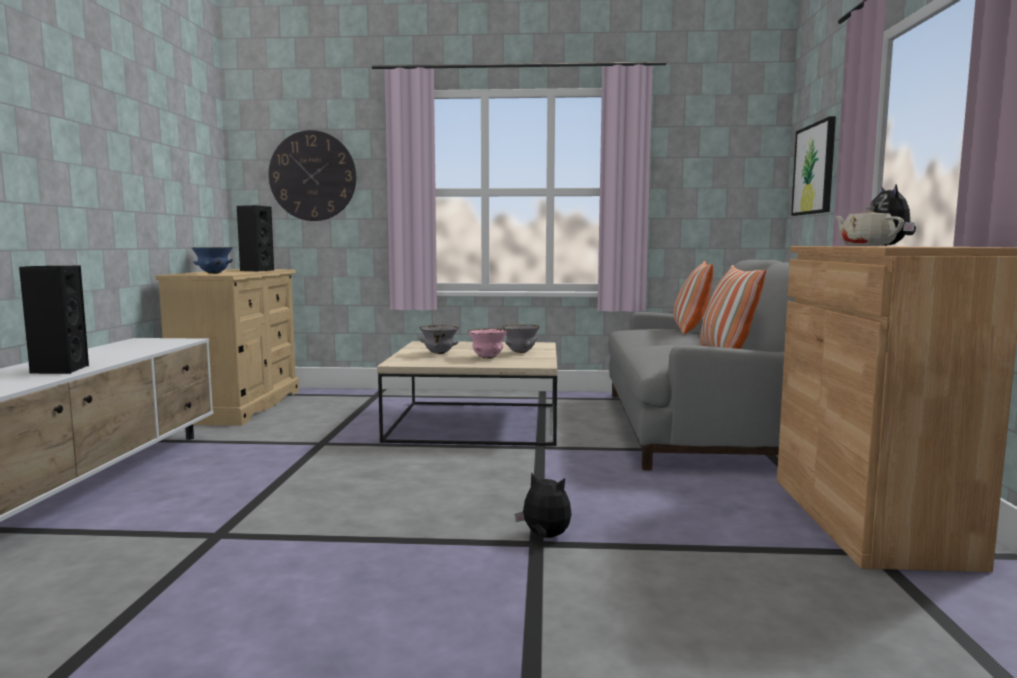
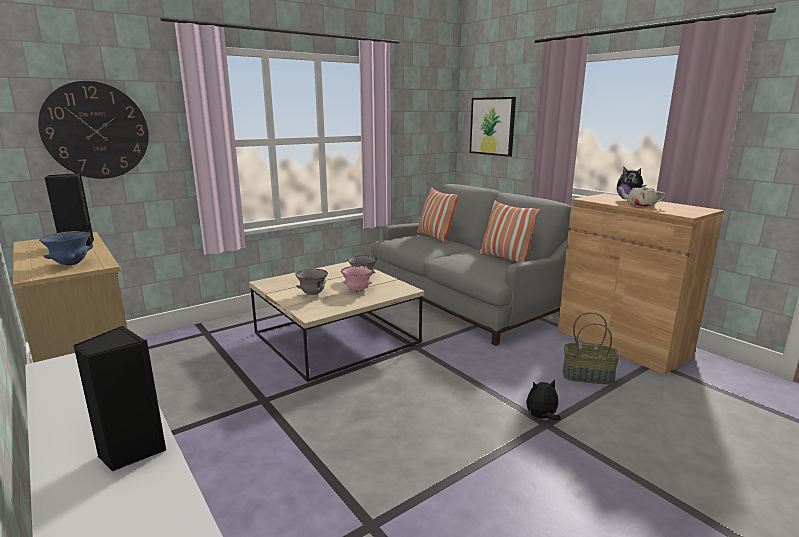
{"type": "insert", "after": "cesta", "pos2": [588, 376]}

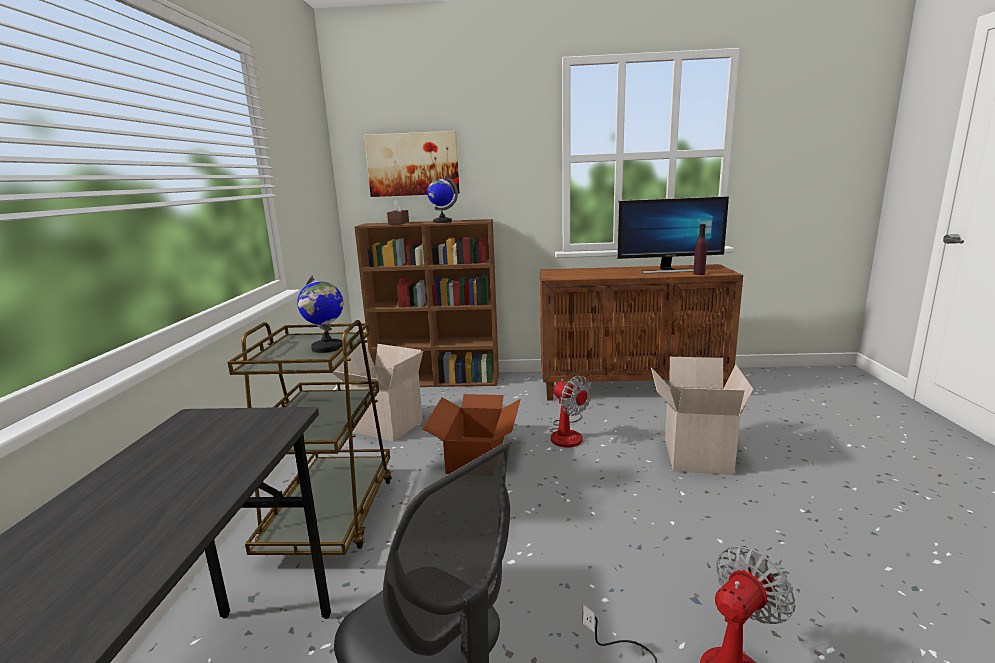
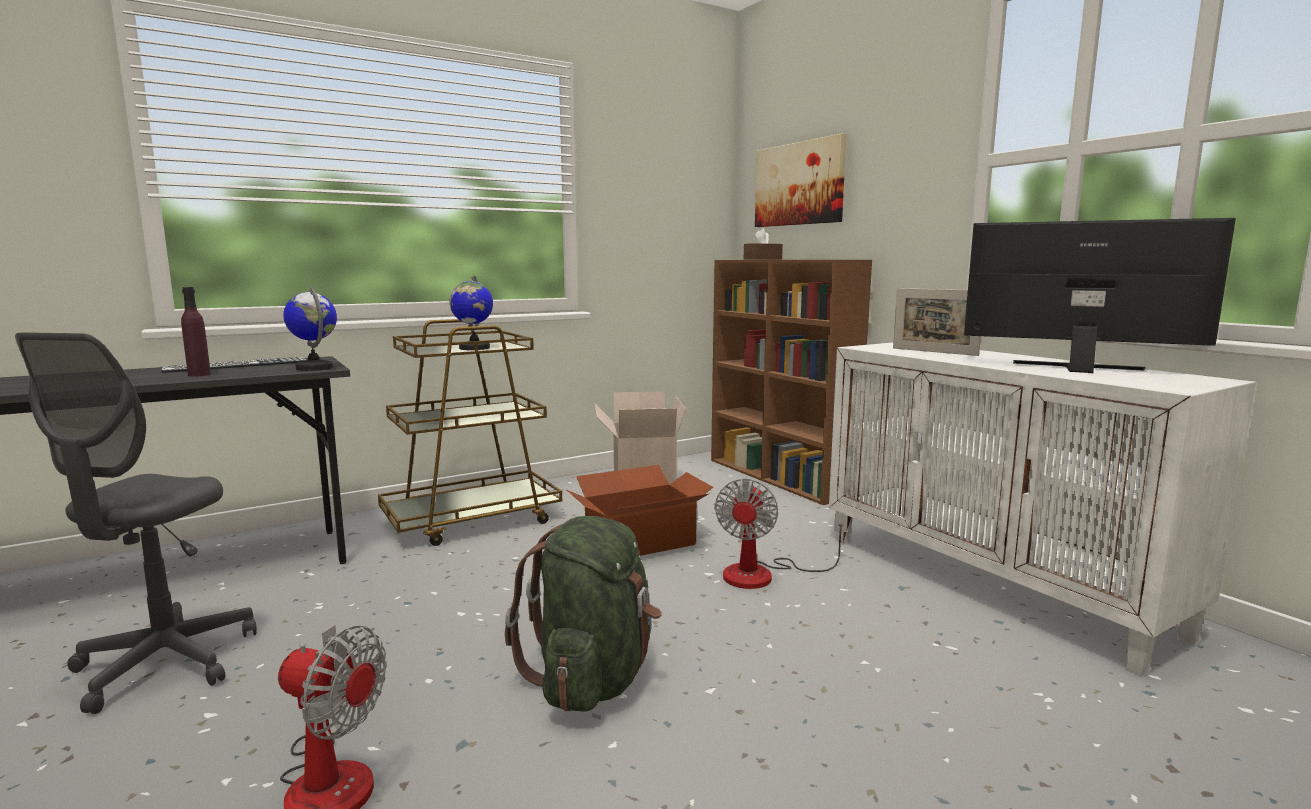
{"type": "move", "before": "globo terráqueo", "pos1": [442, 222], "pos2": [315, 368]}
{"type": "recolor", "before": "armario [marrón]", "after": "armario [blanco]", "pos1": [631, 388], "pos2": [992, 583]}
{"type": "rotate", "before": "monitor", "pos1": [668, 270], "pos2": [1078, 369], "turn": 150}
{"type": "delete", "before": "caja de cartón", "pos1": [694, 455]}
{"type": "move", "before": "botella [morado]", "pos1": [699, 274], "pos2": [199, 375]}
{"type": "insert", "after": "teclado", "pos2": [236, 365]}
{"type": "insert", "after": "mochila [verde]", "pos2": [593, 678]}
{"type": "insert", "after": "portarretratos", "pos2": [934, 352]}

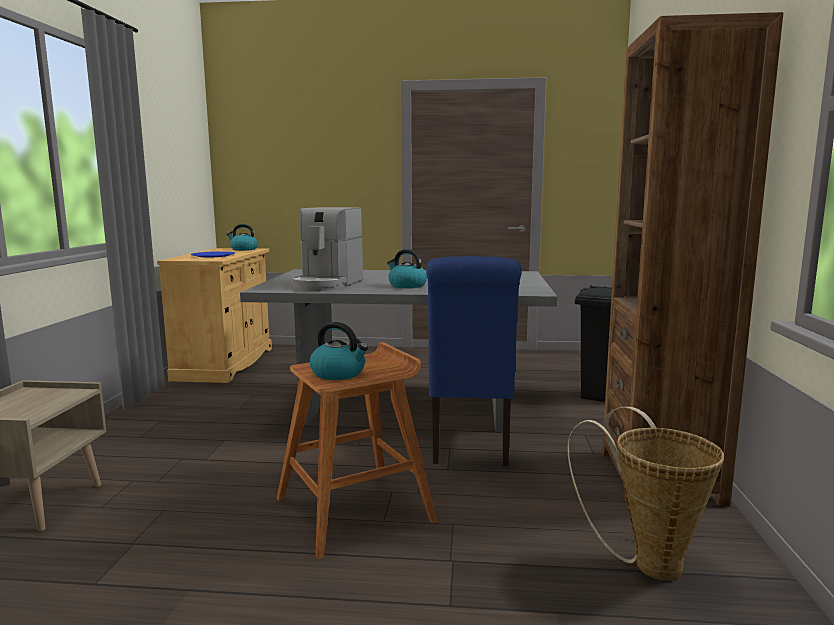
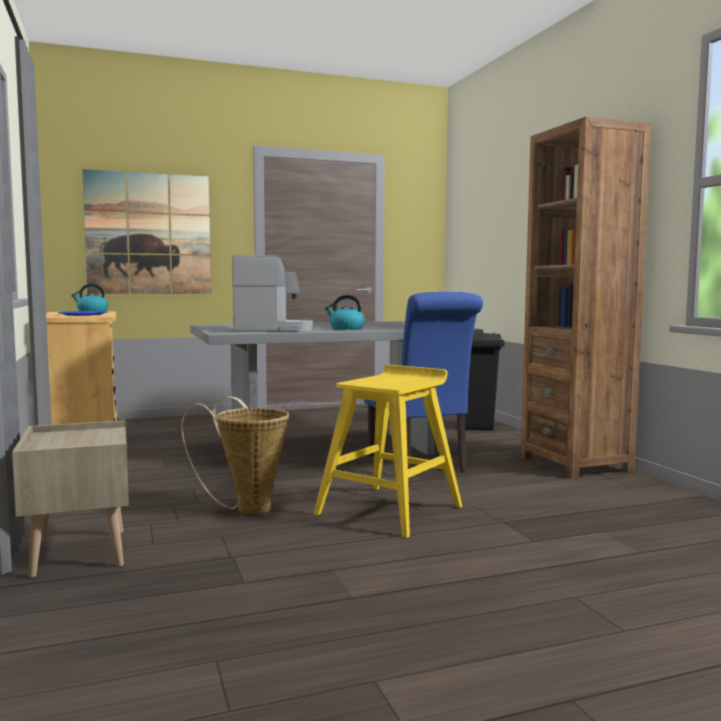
{"type": "recolor", "before": "taburete [marrón]", "after": "taburete [amarillo]", "pos1": [356, 509], "pos2": [390, 509]}
{"type": "rotate", "before": "cafetera", "pos1": [327, 284], "pos2": [271, 329], "turn": -90}
{"type": "delete", "before": "hervidor", "pos1": [339, 373]}
{"type": "move", "before": "cesta", "pos1": [648, 562], "pos2": [247, 508]}
{"type": "insert", "after": "cuadro", "pos2": [149, 234]}

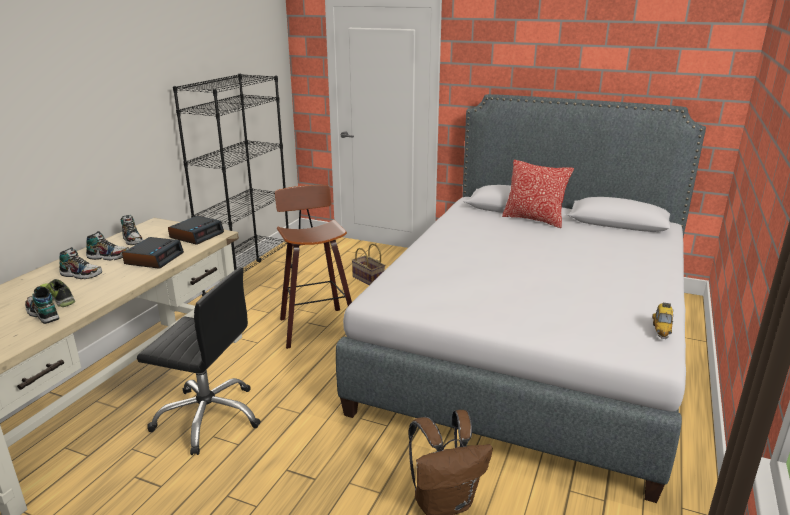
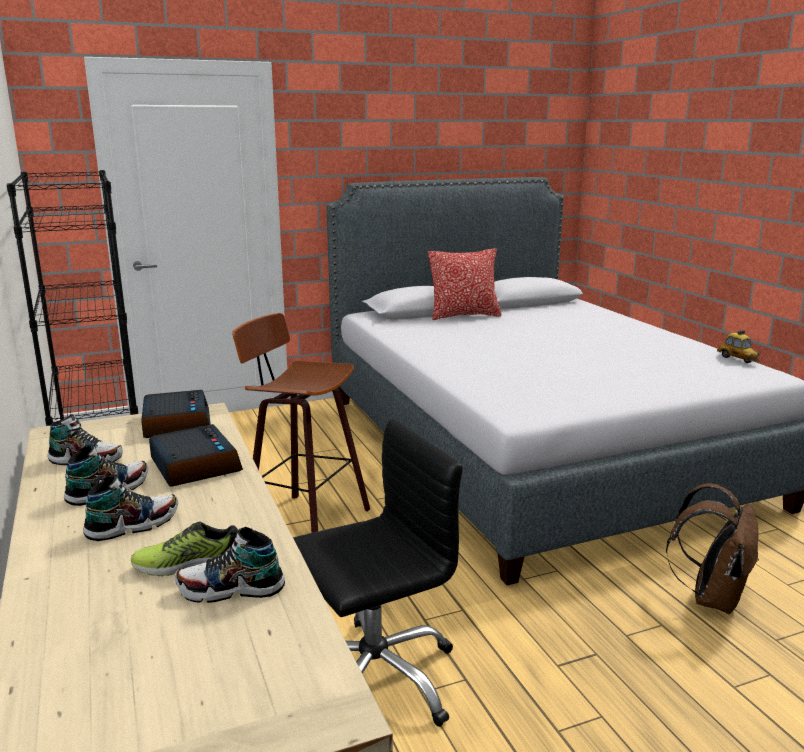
{"type": "delete", "before": "cesta", "pos1": [367, 279]}

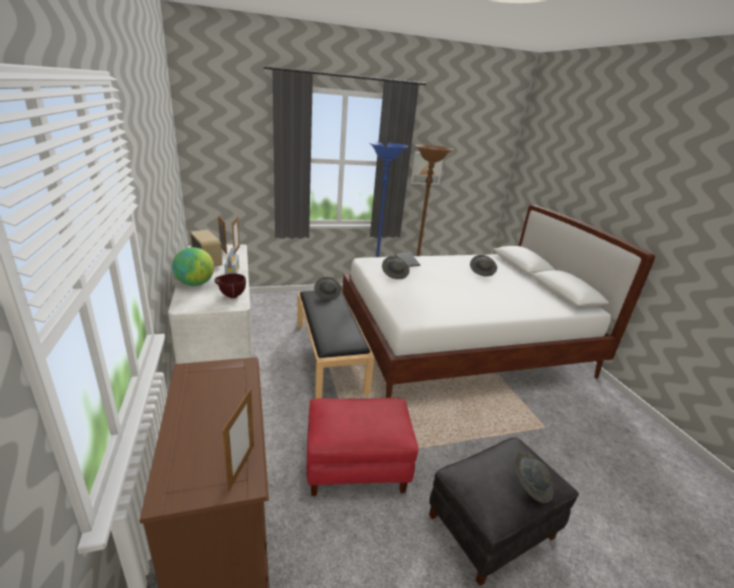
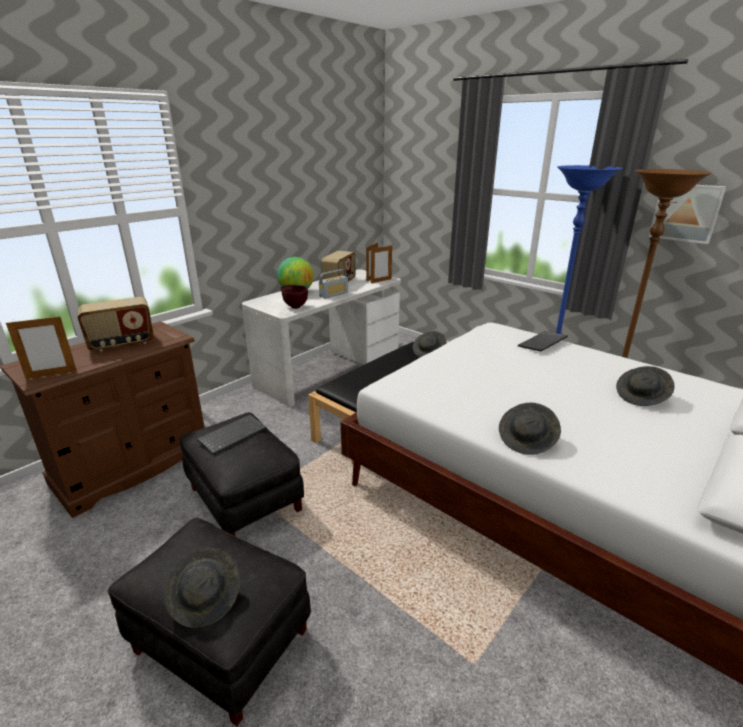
{"type": "recolor", "before": "puf [rojo]", "after": "puf [negro]", "pos1": [356, 466], "pos2": [244, 499]}
{"type": "move", "before": "sombrero [gris]", "pos1": [395, 274], "pos2": [527, 440]}
{"type": "insert", "after": "radio", "pos2": [122, 344]}
{"type": "insert", "after": "teclado", "pos2": [232, 434]}

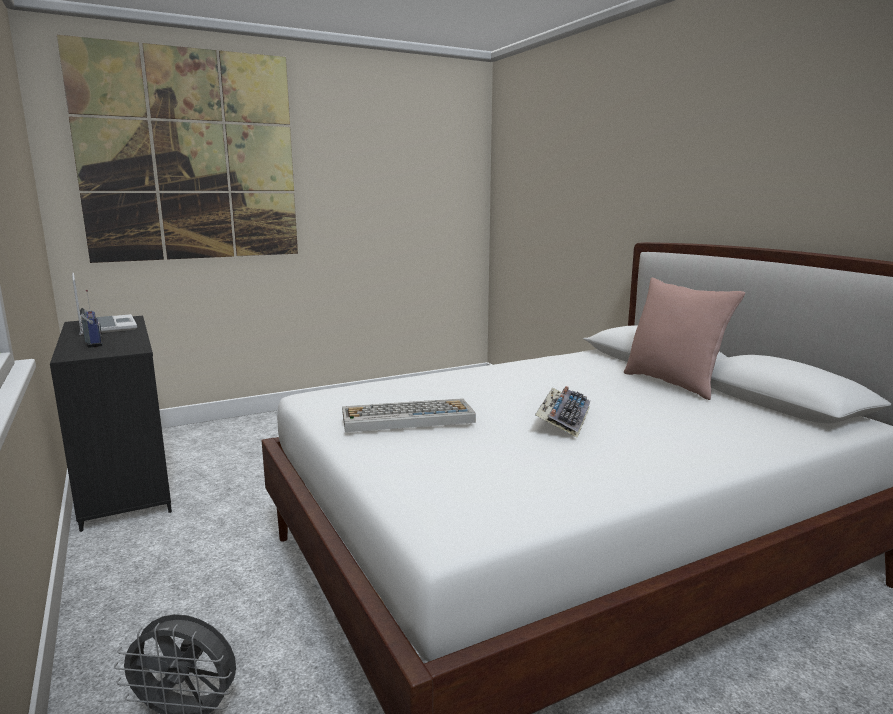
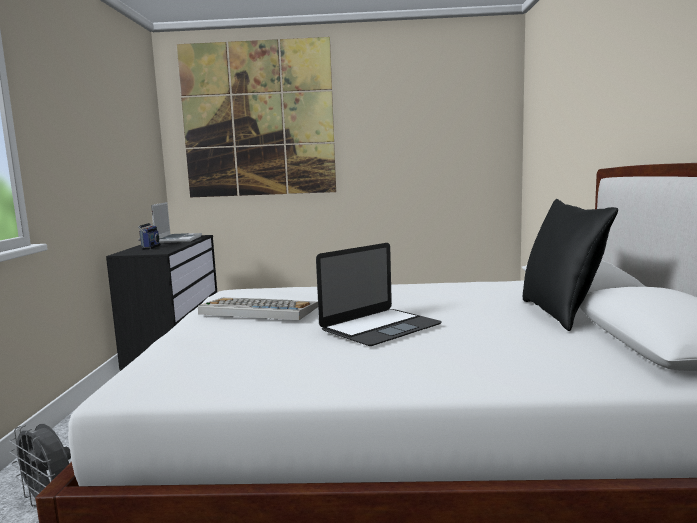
{"type": "replace", "before": "teclado", "after": "portátil", "pos1": [563, 418], "pos2": [380, 327]}
{"type": "recolor", "before": "cojín [rosa]", "after": "cojín [negro]", "pos1": [673, 383], "pos2": [560, 314]}

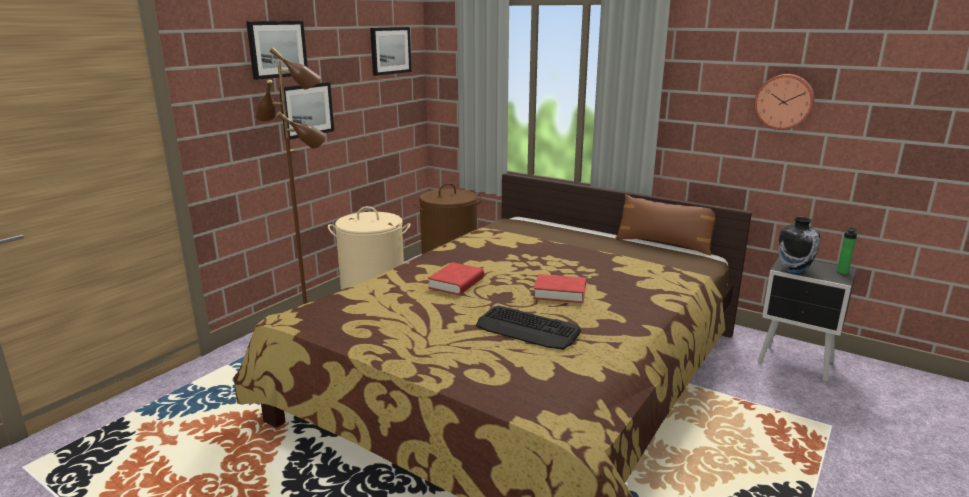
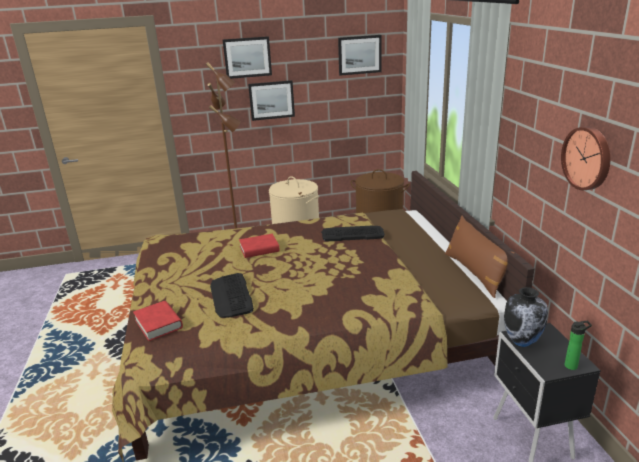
{"type": "move", "before": "libro [rojo]", "pos1": [560, 293], "pos2": [158, 324]}
{"type": "insert", "after": "teclado", "pos2": [352, 234]}

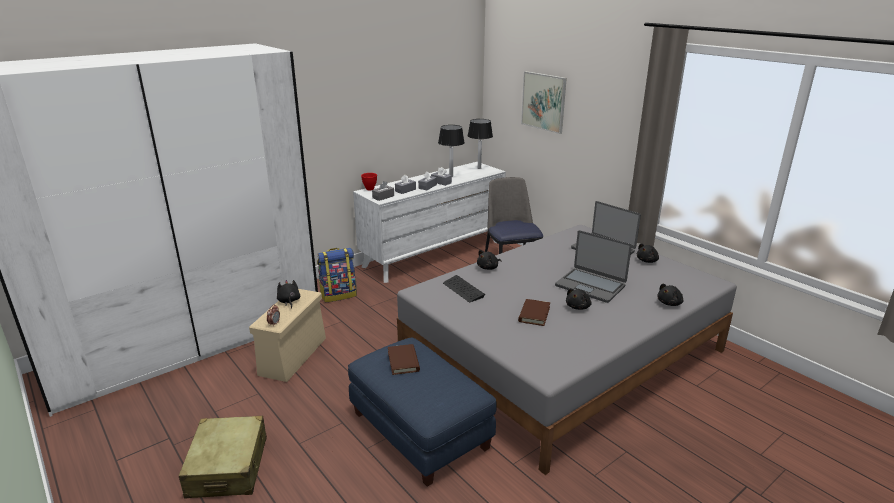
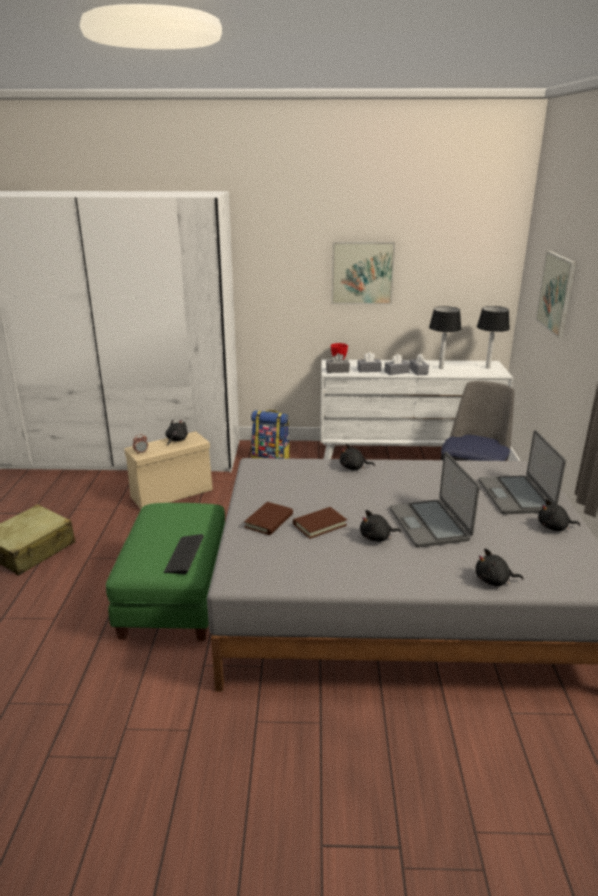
{"type": "recolor", "before": "puf [azul]", "after": "puf [verde]", "pos1": [420, 431], "pos2": [175, 595]}
{"type": "move", "before": "libro [marrón]", "pos1": [403, 361], "pos2": [269, 521]}
{"type": "move", "before": "teclado", "pos1": [463, 290], "pos2": [184, 555]}
{"type": "insert", "after": "cuadro", "pos2": [362, 273]}

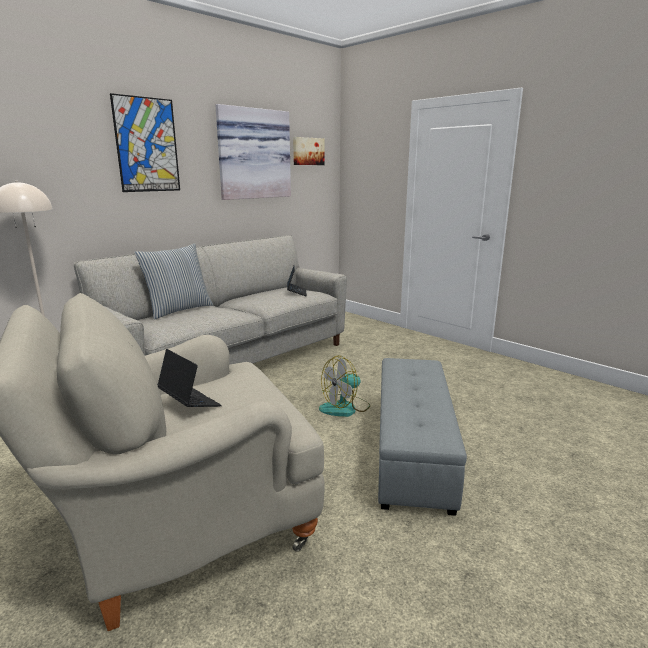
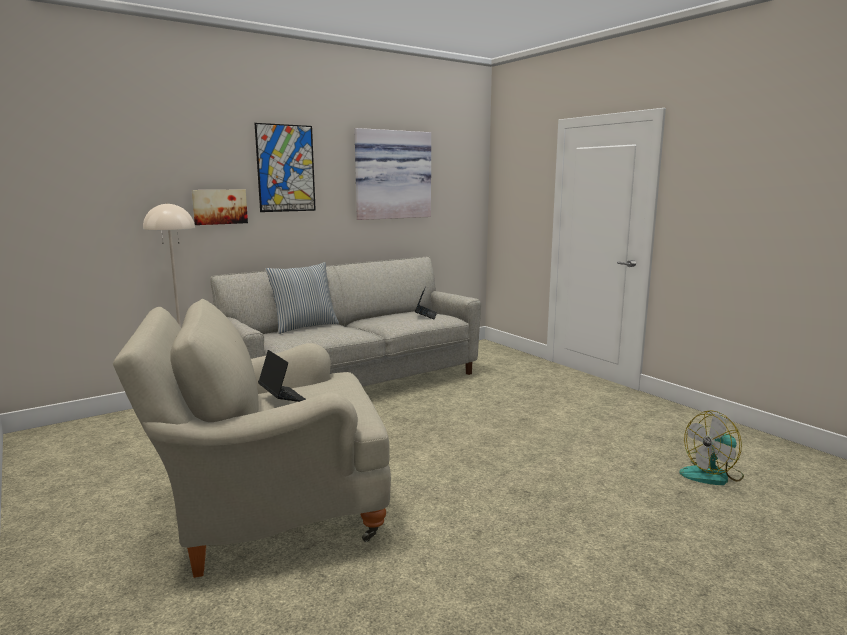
{"type": "move", "before": "cuadro", "pos1": [308, 151], "pos2": [219, 206]}
{"type": "move", "before": "ventilador", "pos1": [345, 408], "pos2": [712, 475]}
{"type": "delete", "before": "puf [gris]", "pos1": [413, 450]}

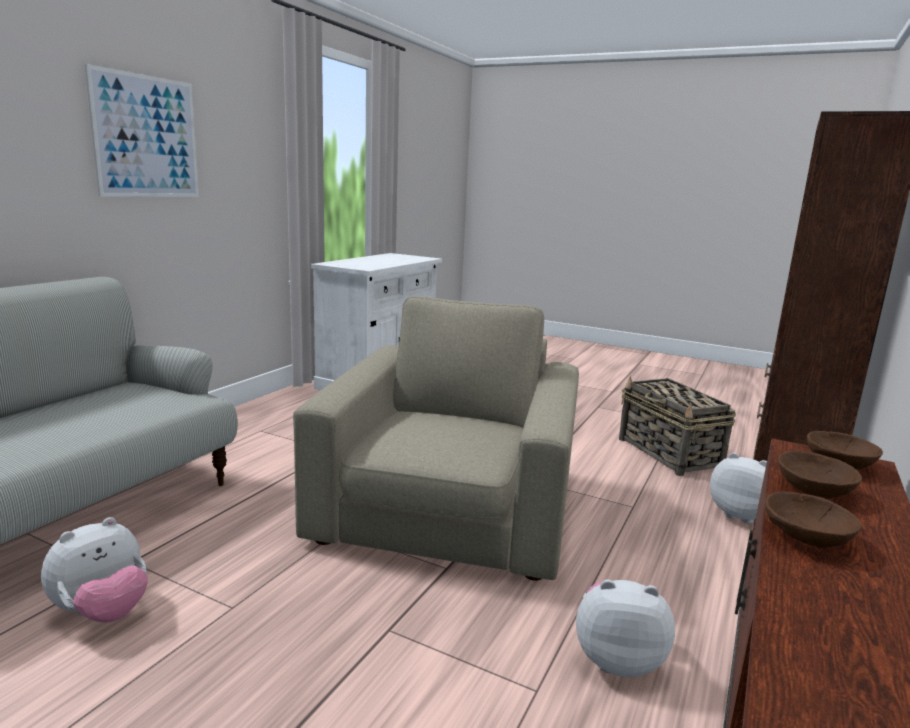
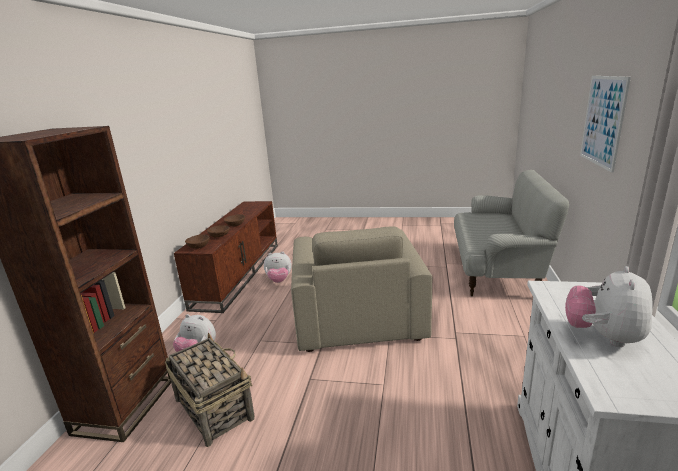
{"type": "move", "before": "peluche", "pos1": [103, 612], "pos2": [603, 337]}

